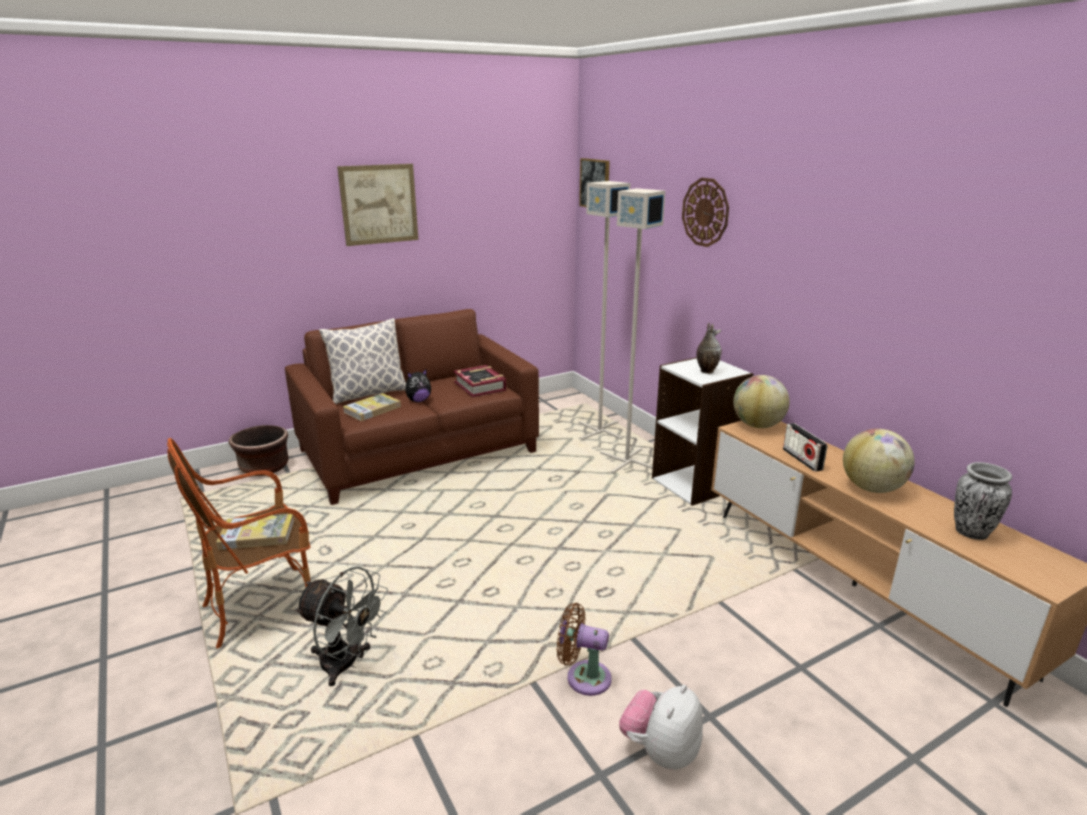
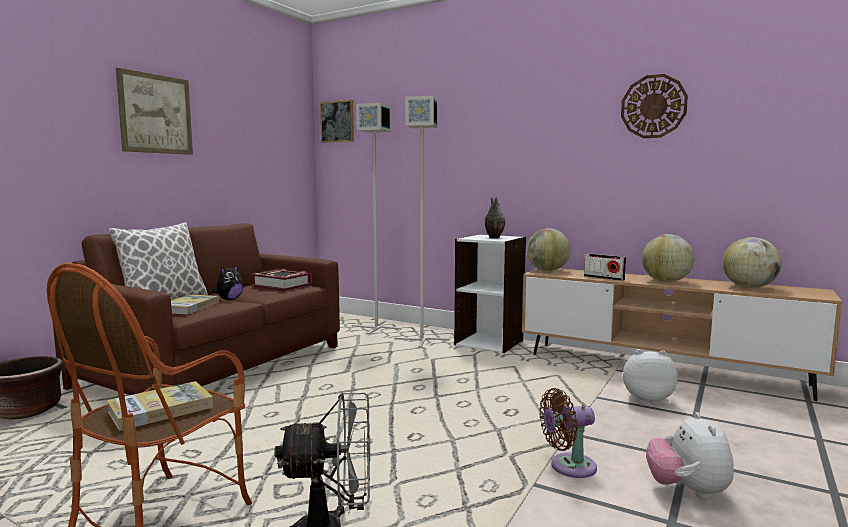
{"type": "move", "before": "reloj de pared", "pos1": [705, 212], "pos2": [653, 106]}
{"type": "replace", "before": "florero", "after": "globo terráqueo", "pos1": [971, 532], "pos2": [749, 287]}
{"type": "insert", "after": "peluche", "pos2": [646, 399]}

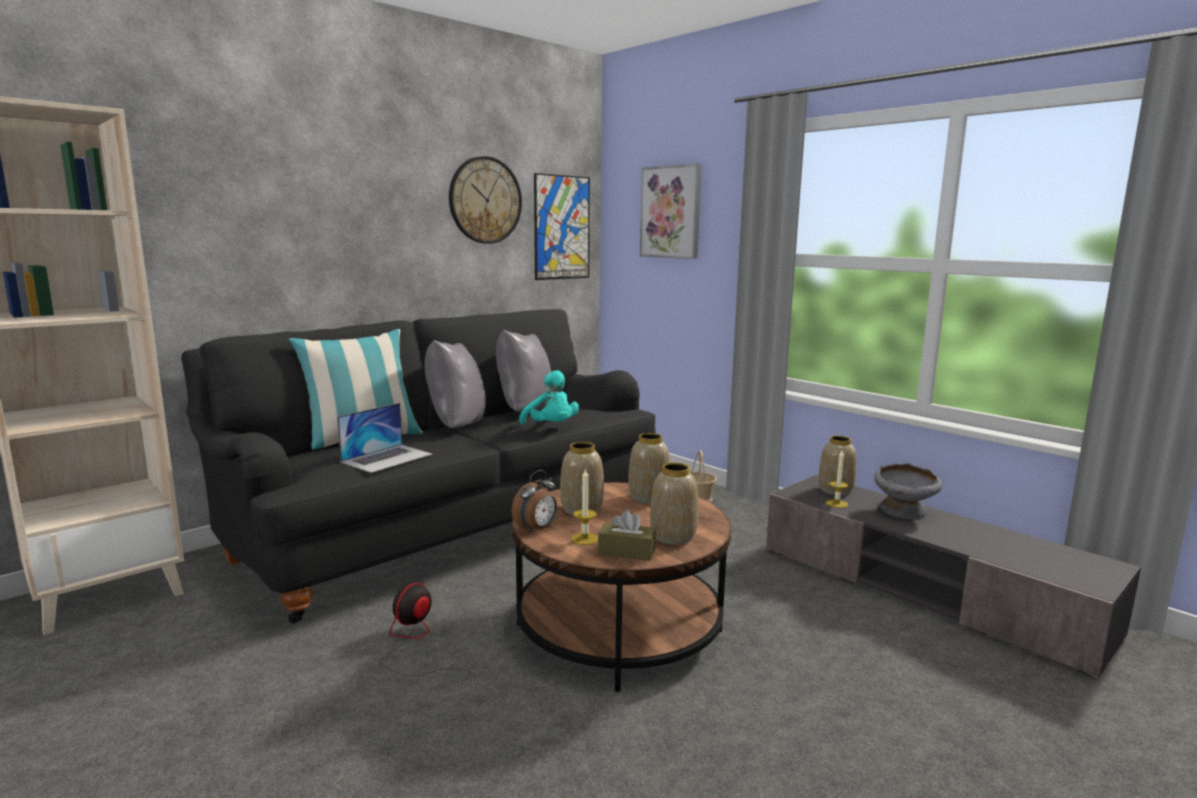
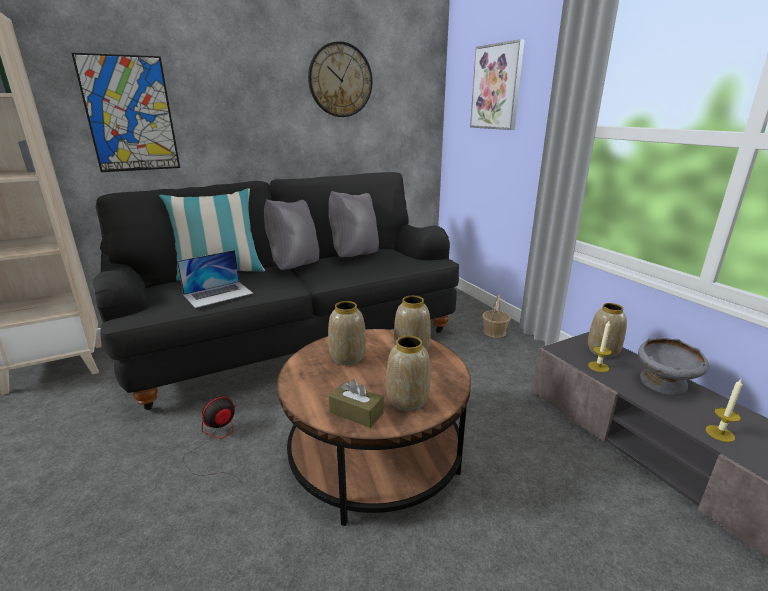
{"type": "delete", "before": "despertador", "pos1": [537, 529]}
{"type": "delete", "before": "peluche [turquesa]", "pos1": [551, 427]}
{"type": "move", "before": "cuadro", "pos1": [562, 227], "pos2": [130, 115]}
{"type": "move", "before": "vela", "pos1": [584, 539], "pos2": [720, 433]}

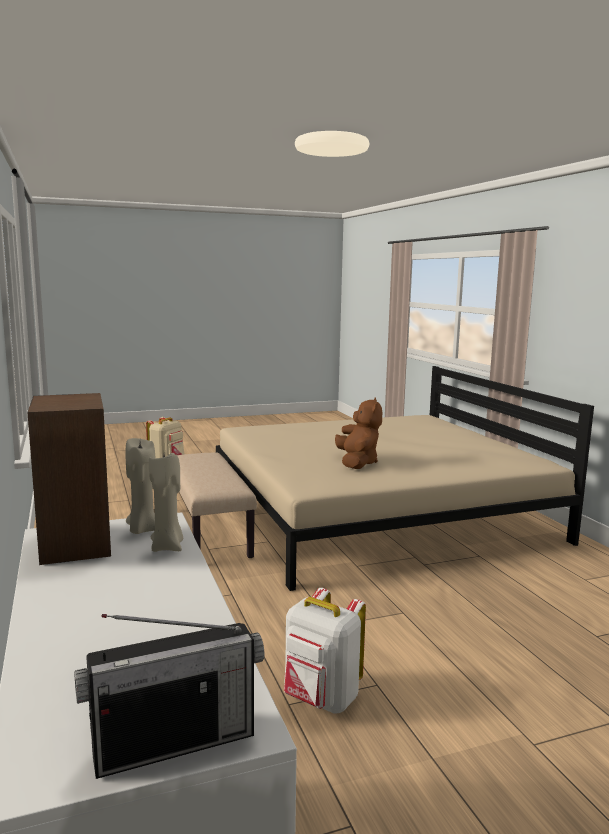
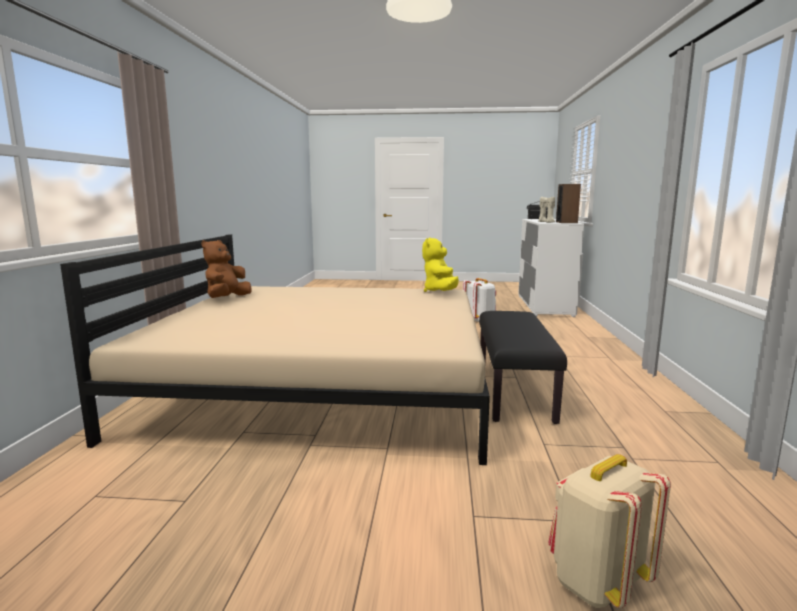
{"type": "recolor", "before": "banco [beis]", "after": "banco [negro]", "pos1": [209, 533], "pos2": [512, 390]}
{"type": "move", "before": "peluche [marrón]", "pos1": [357, 463], "pos2": [227, 299]}
{"type": "insert", "after": "peluche [amarillo]", "pos2": [441, 292]}

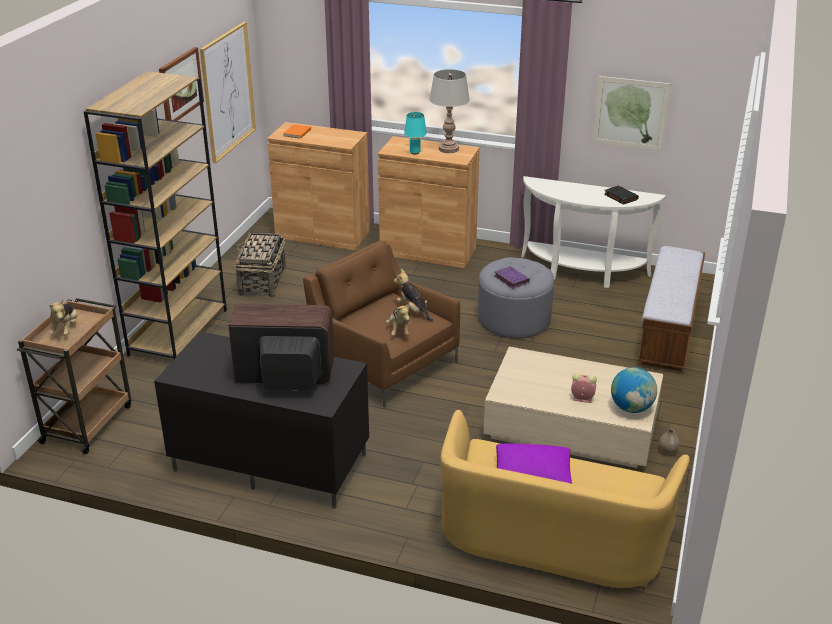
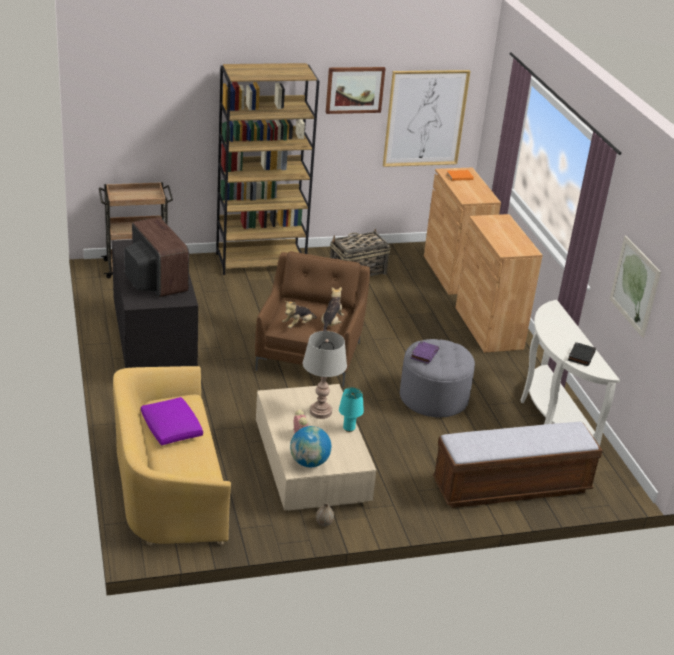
{"type": "delete", "before": "peluche", "pos1": [66, 329]}
{"type": "move", "before": "lámpara de mesa [turquesa]", "pos1": [415, 152], "pos2": [349, 428]}
{"type": "move", "before": "lámpara de mesa [gris]", "pos1": [448, 149], "pos2": [320, 412]}

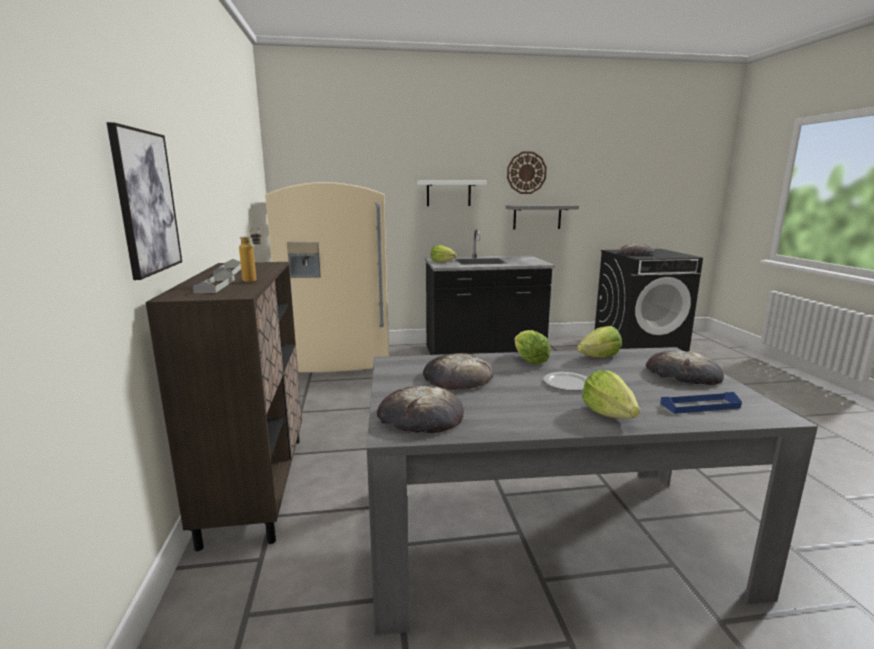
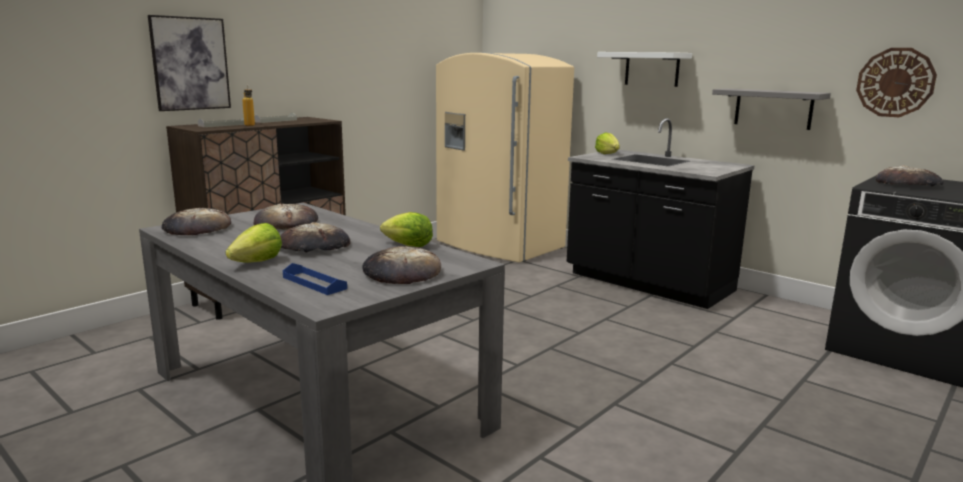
{"type": "move", "before": "reloj de pared", "pos1": [526, 173], "pos2": [895, 82]}
{"type": "delete", "before": "lechuga", "pos1": [529, 360]}
{"type": "replace", "before": "plato", "after": "pan", "pos1": [568, 384], "pos2": [314, 246]}

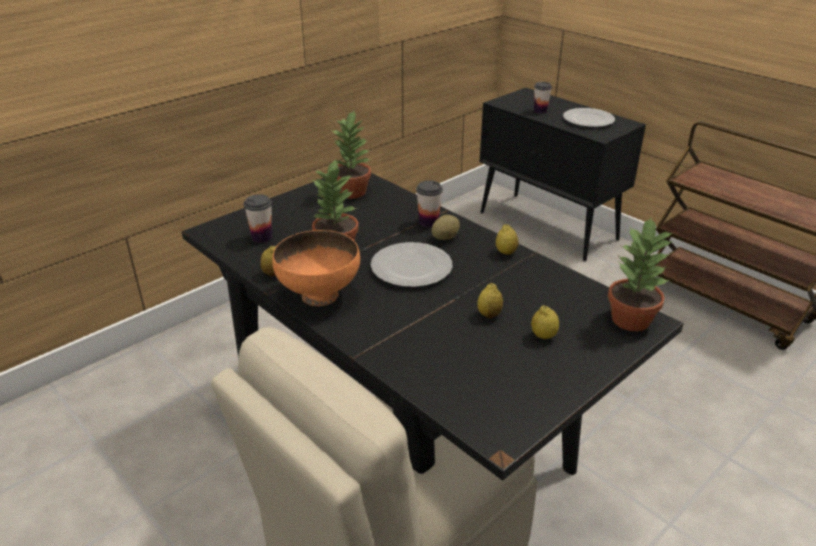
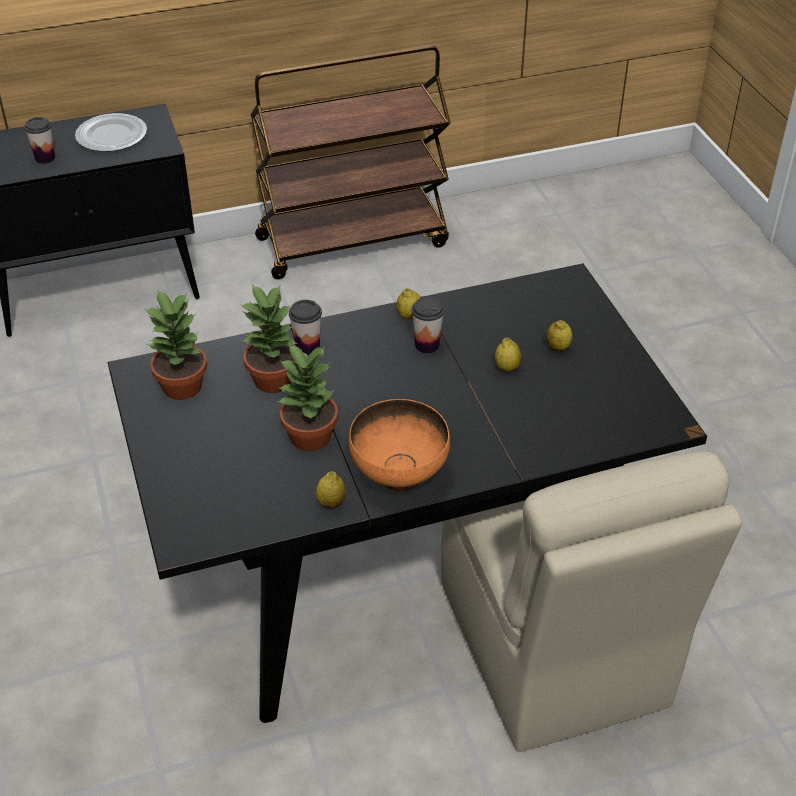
{"type": "move", "before": "taza", "pos1": [262, 237], "pos2": [427, 345]}
{"type": "delete", "before": "plato", "pos1": [411, 267]}
{"type": "delete", "before": "patata", "pos1": [445, 238]}
{"type": "move", "before": "planta en maceta", "pos1": [631, 319], "pos2": [273, 379]}

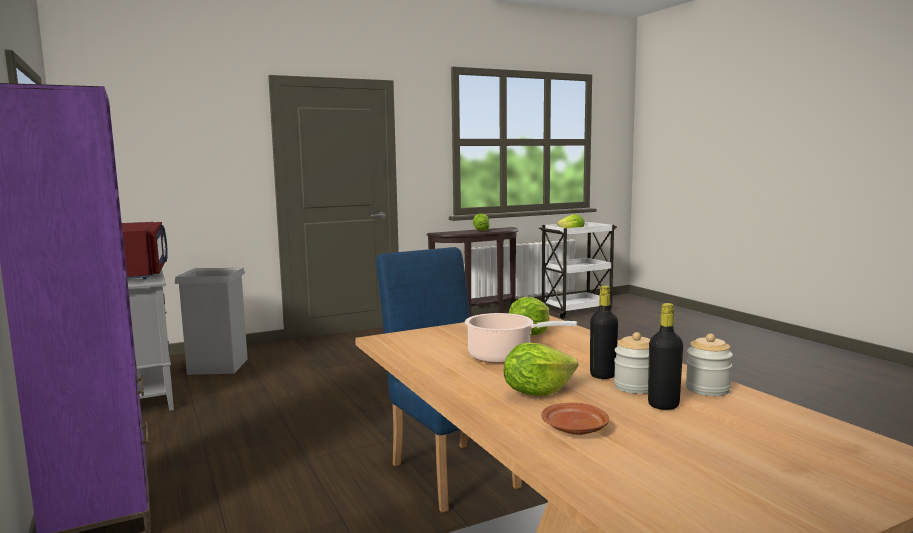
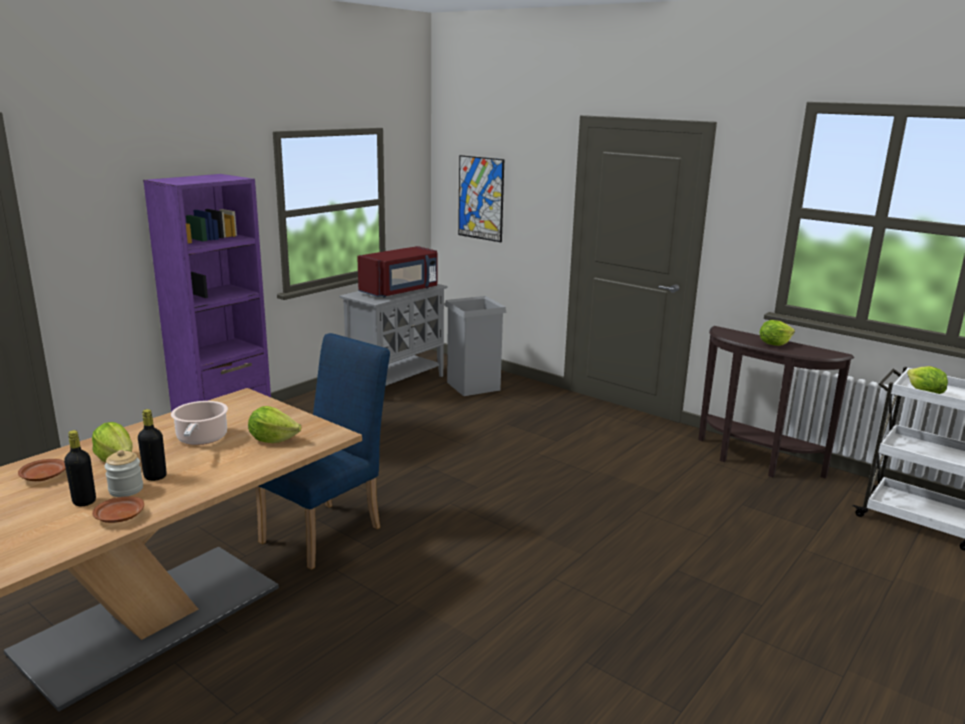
{"type": "replace", "before": "tarro", "after": "plato [marrón]", "pos1": [707, 389], "pos2": [119, 517]}
{"type": "insert", "after": "cuadro", "pos2": [481, 198]}

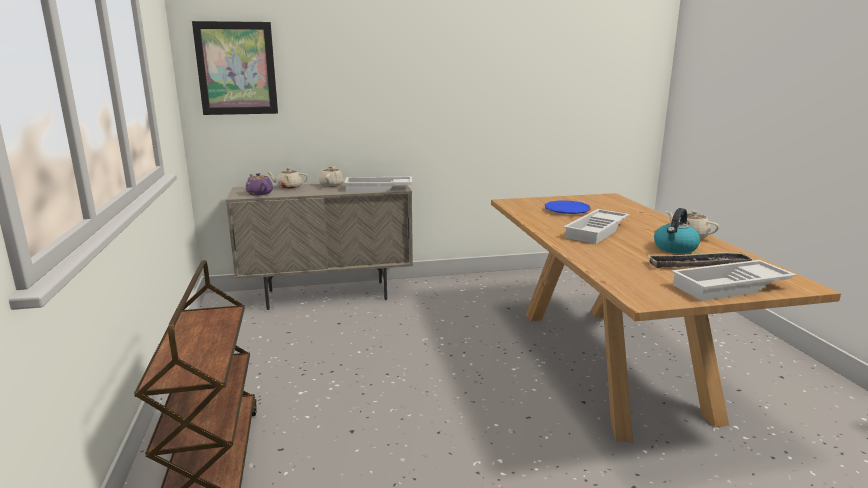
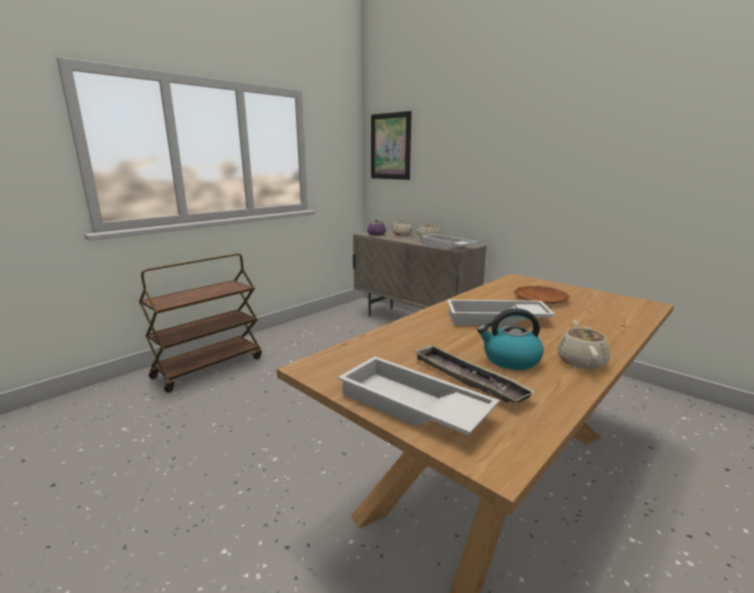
{"type": "recolor", "before": "plato [azul]", "after": "plato [marrón]", "pos1": [567, 210], "pos2": [540, 298]}

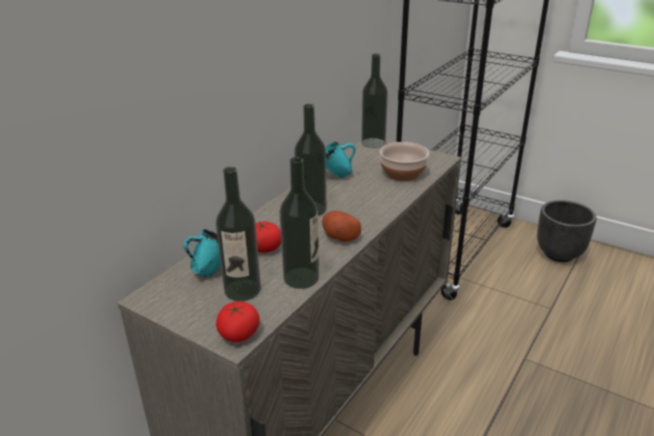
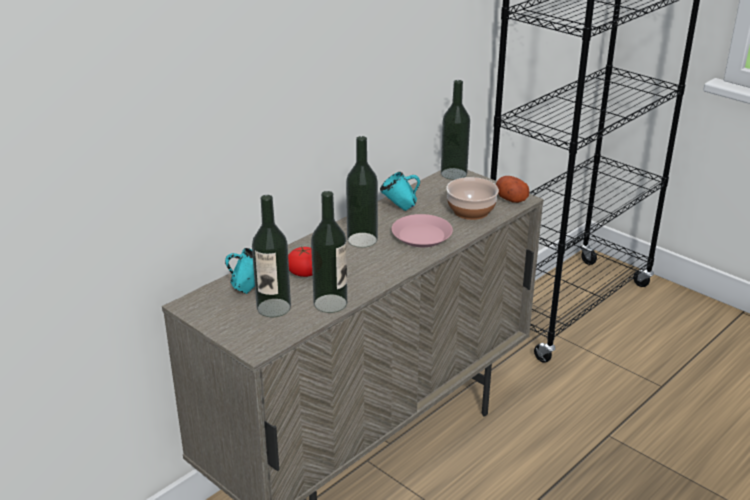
{"type": "delete", "before": "tomate", "pos1": [239, 334]}
{"type": "move", "before": "patata", "pos1": [339, 236], "pos2": [510, 198]}
{"type": "delete", "before": "maceta [negro]", "pos1": [559, 254]}
{"type": "insert", "after": "plato [rosa]", "pos2": [422, 235]}

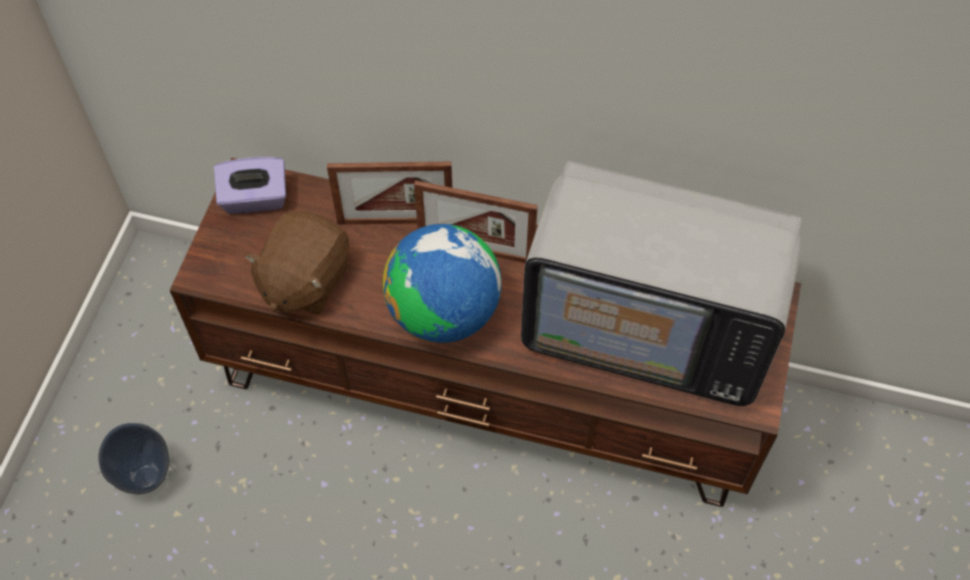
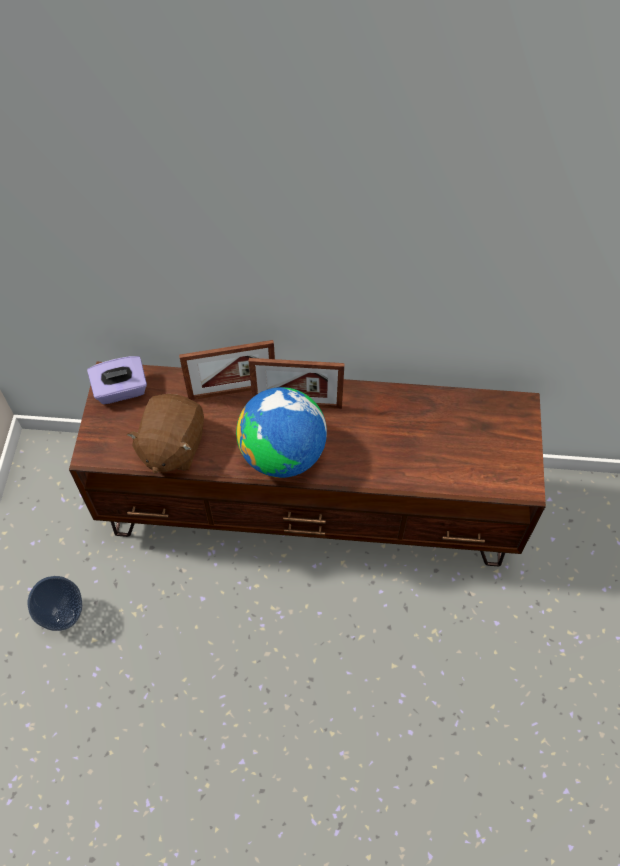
{"type": "delete", "before": "televisor", "pos1": [649, 322]}

